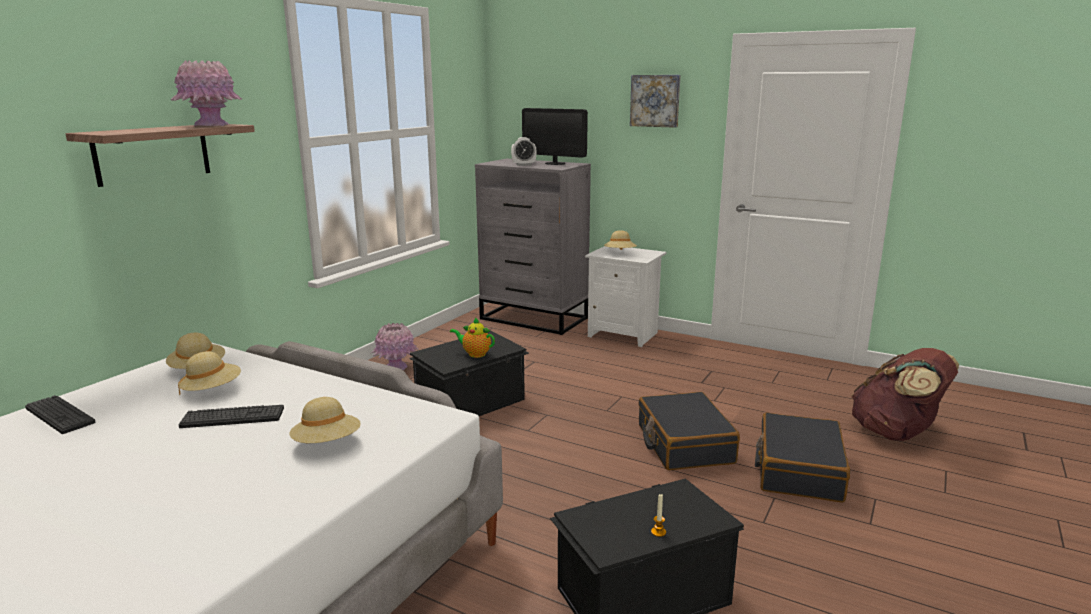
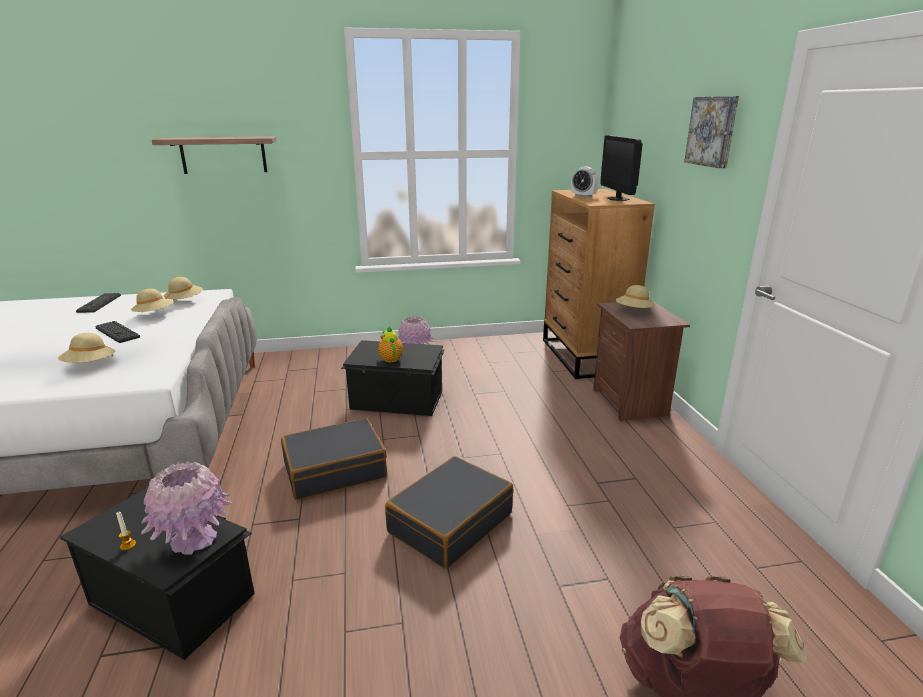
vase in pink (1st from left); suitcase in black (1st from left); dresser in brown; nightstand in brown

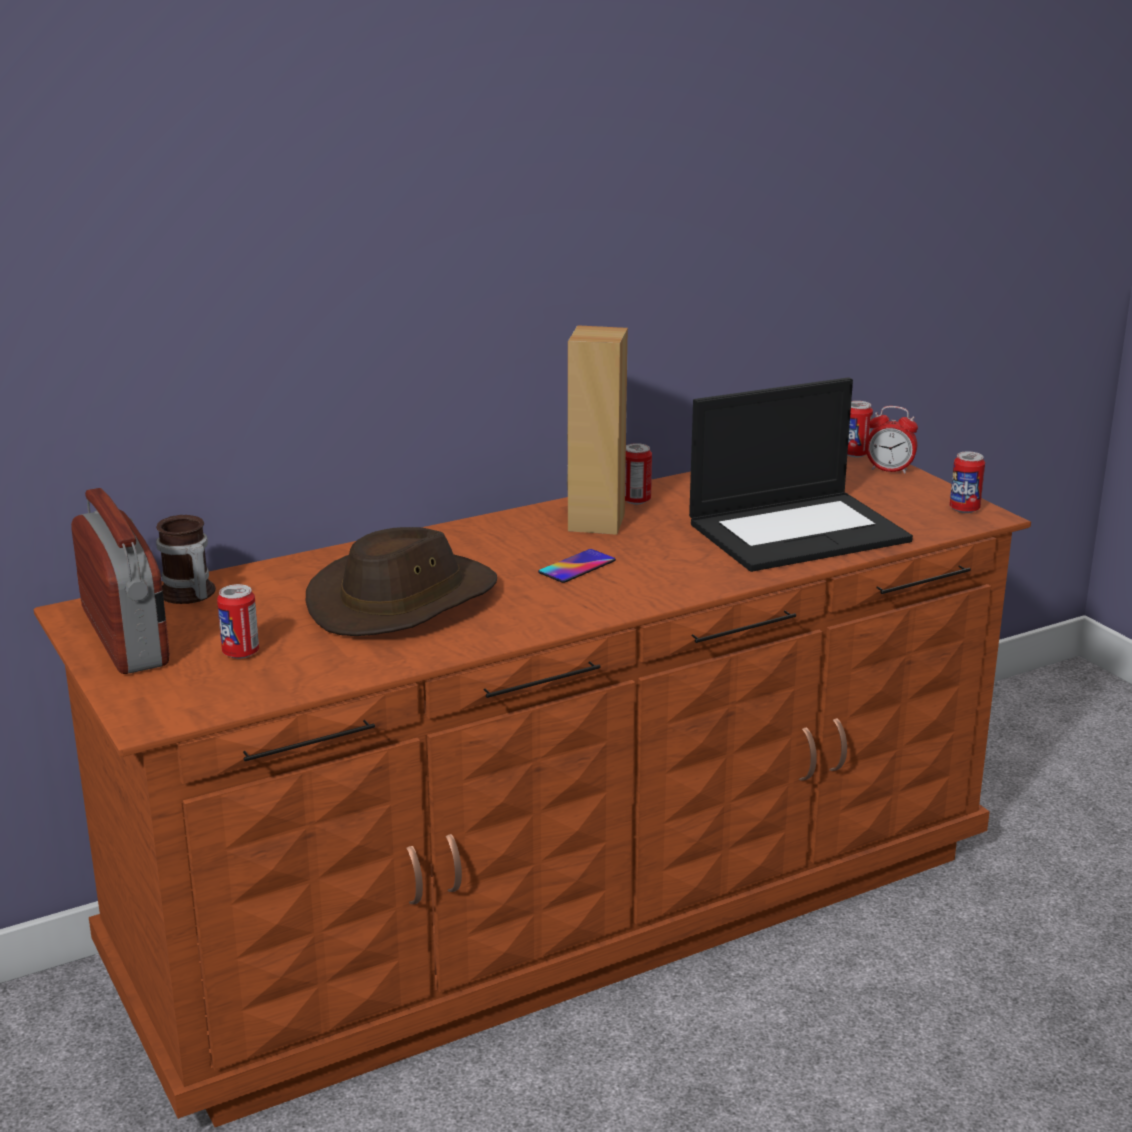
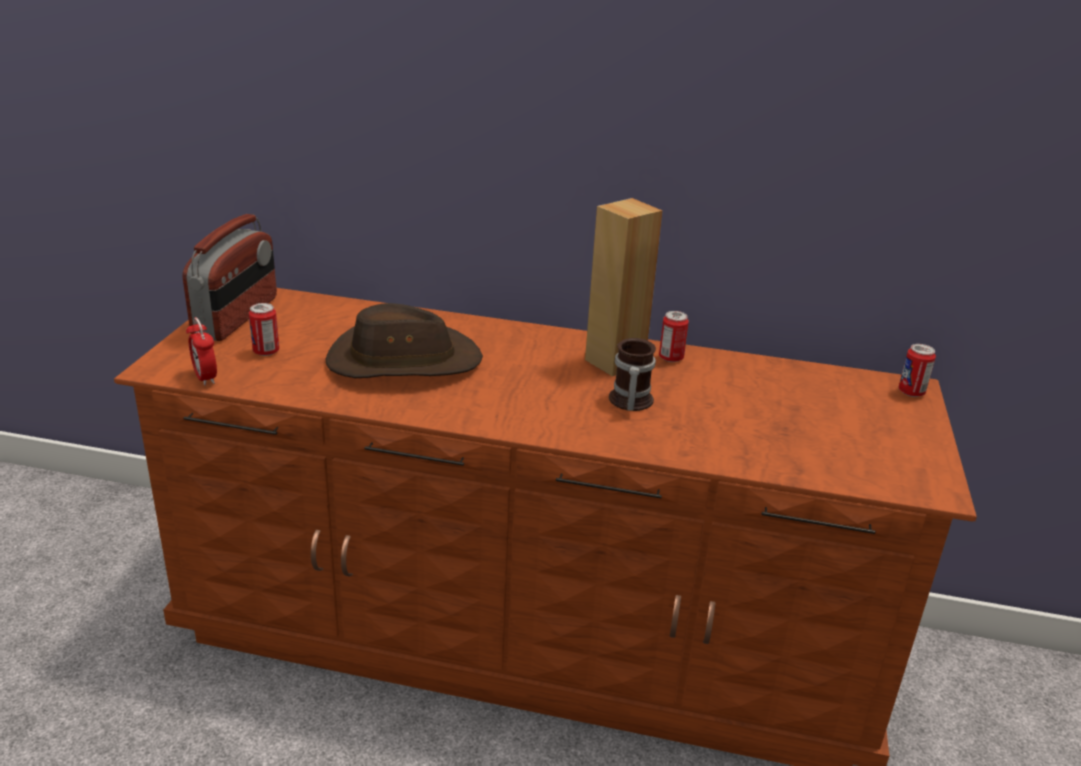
phone; laptop; can (4th from left in the first image); mug; alarm clock

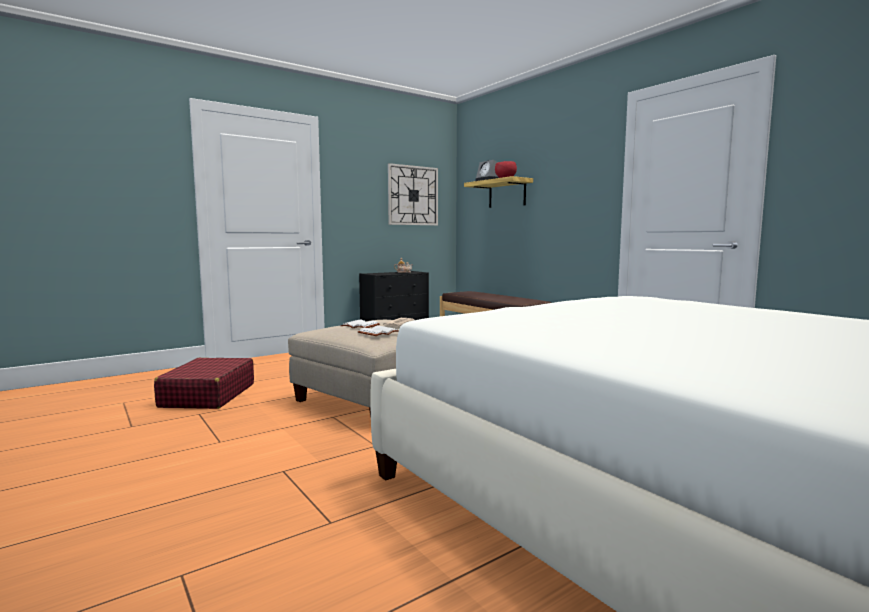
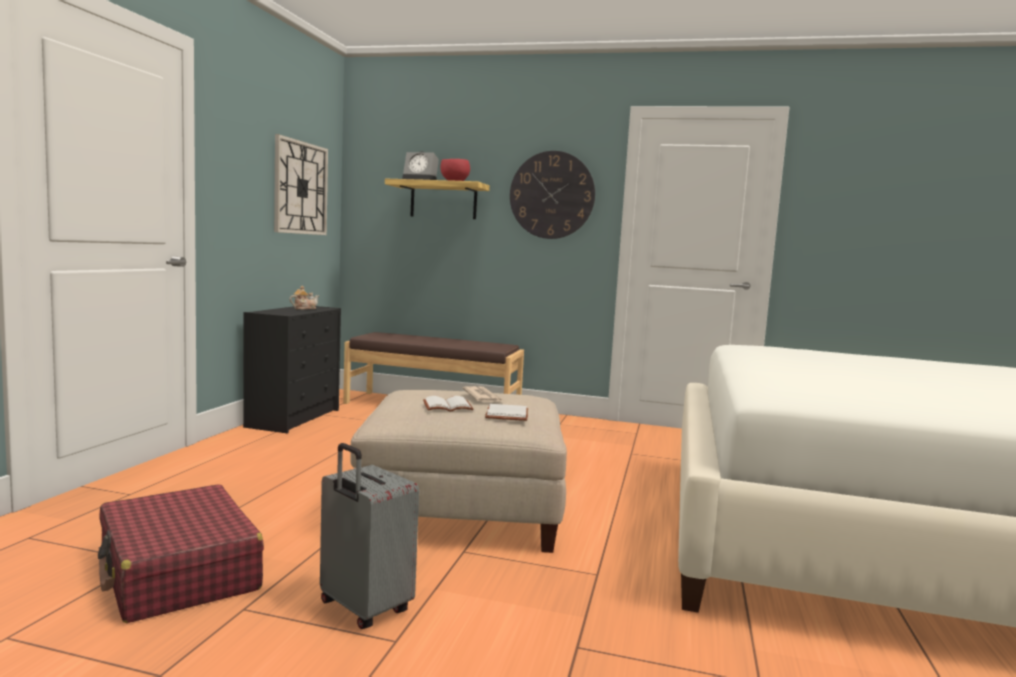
suitcase in grey; wall clock (2nd from left)

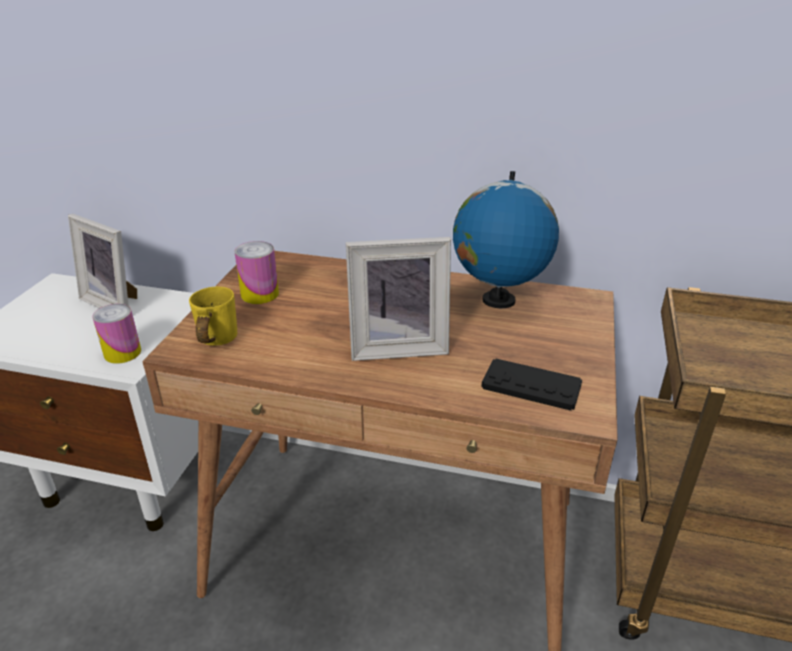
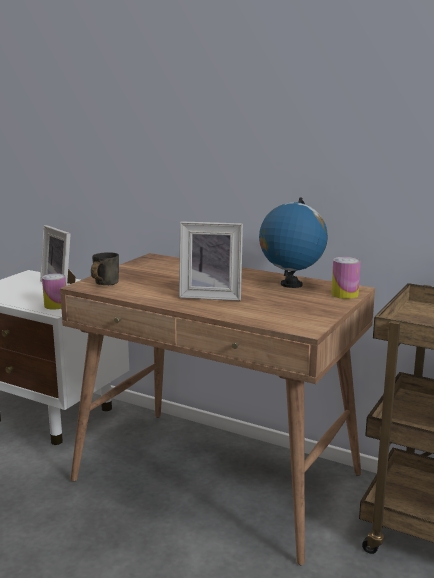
game controller in black; can (2nd from left); mug in grey

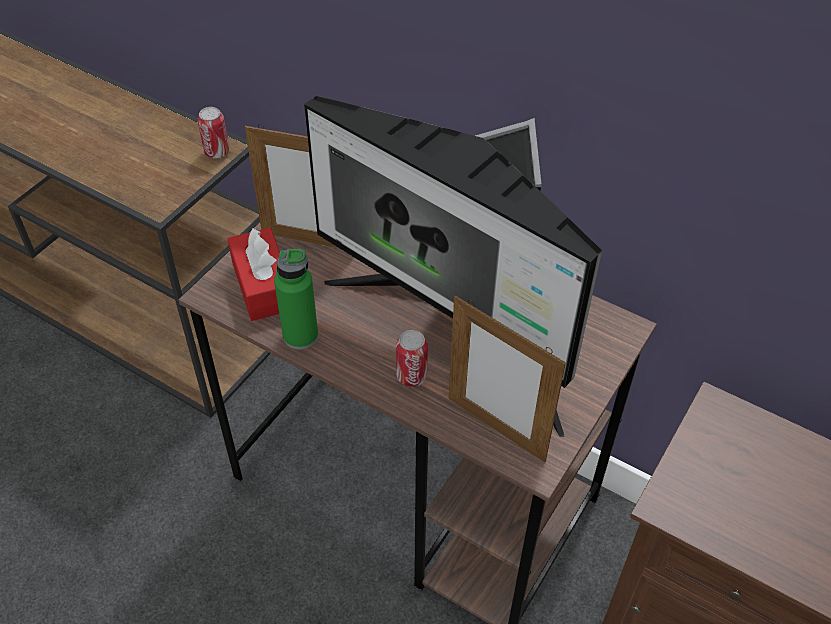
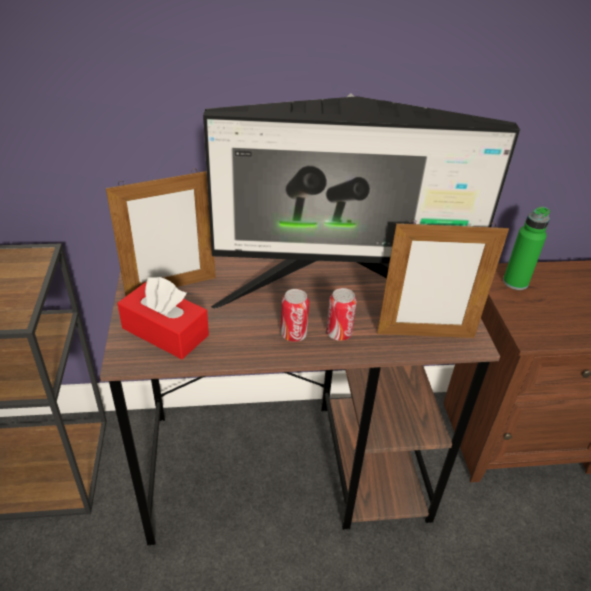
can (1st from left); bottle in green

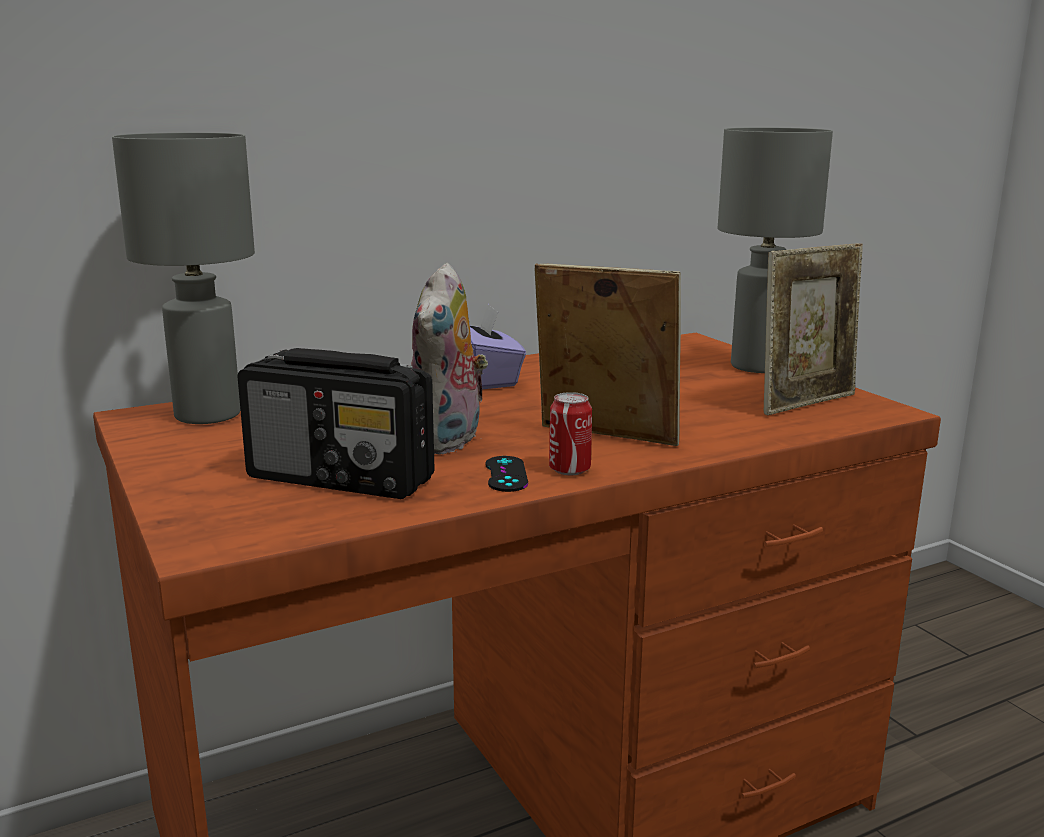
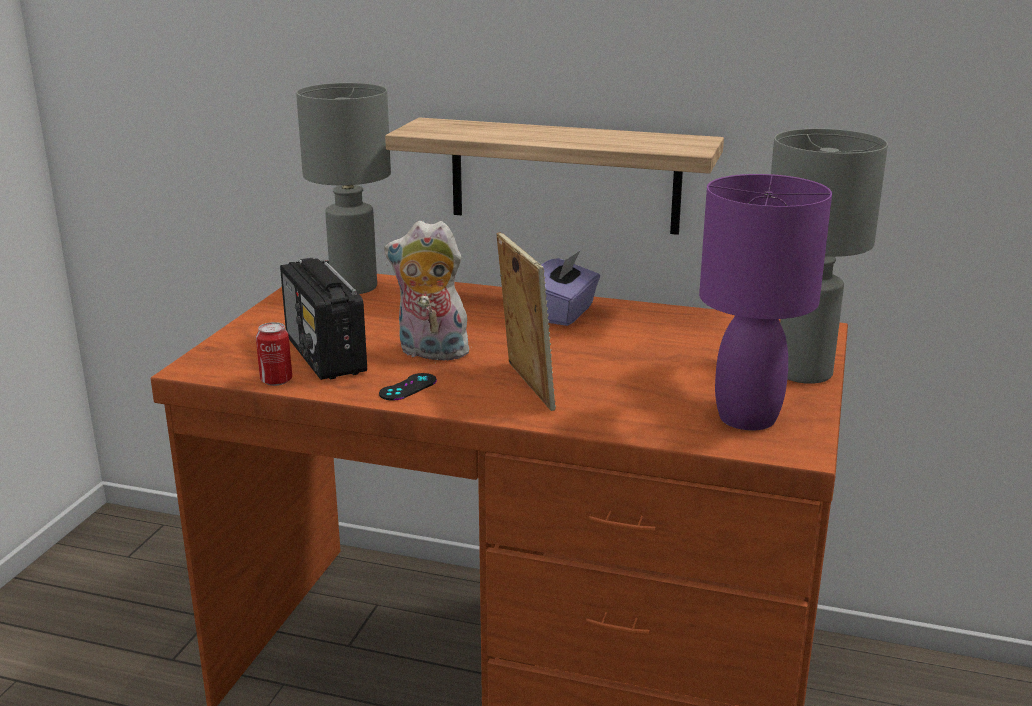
shelf; can; table lamp in purple; plush toy

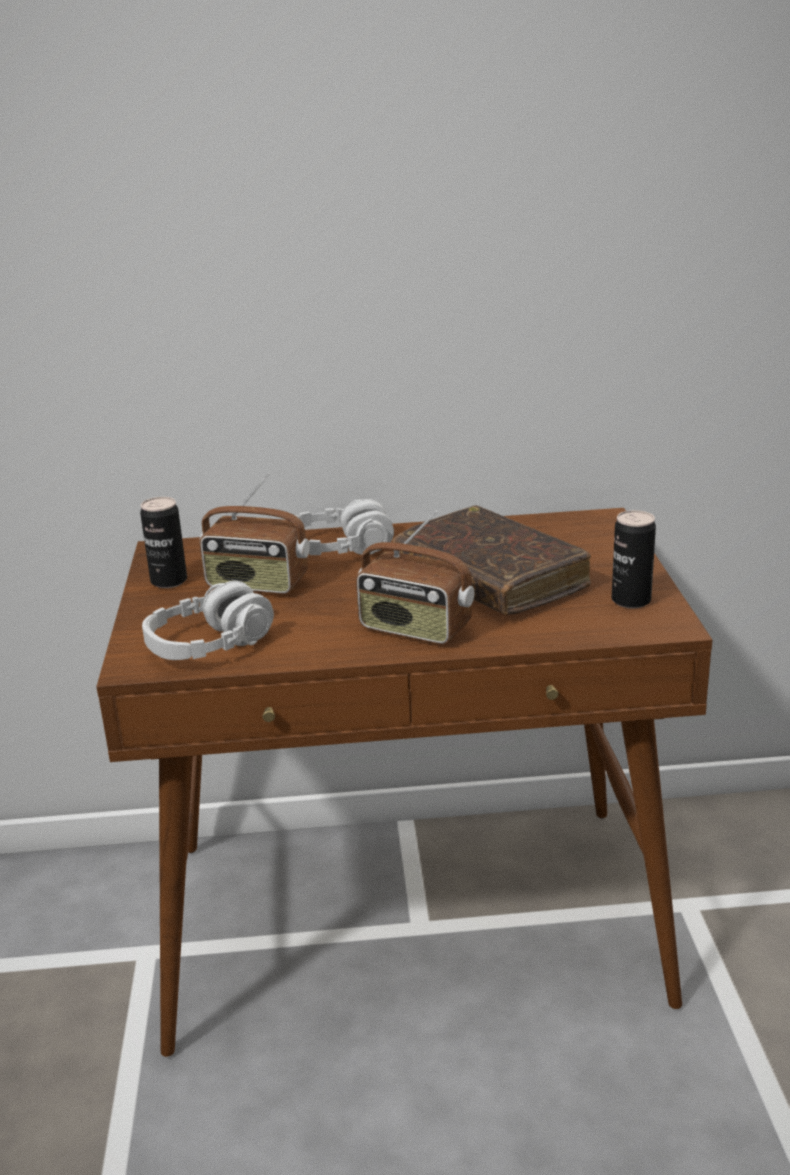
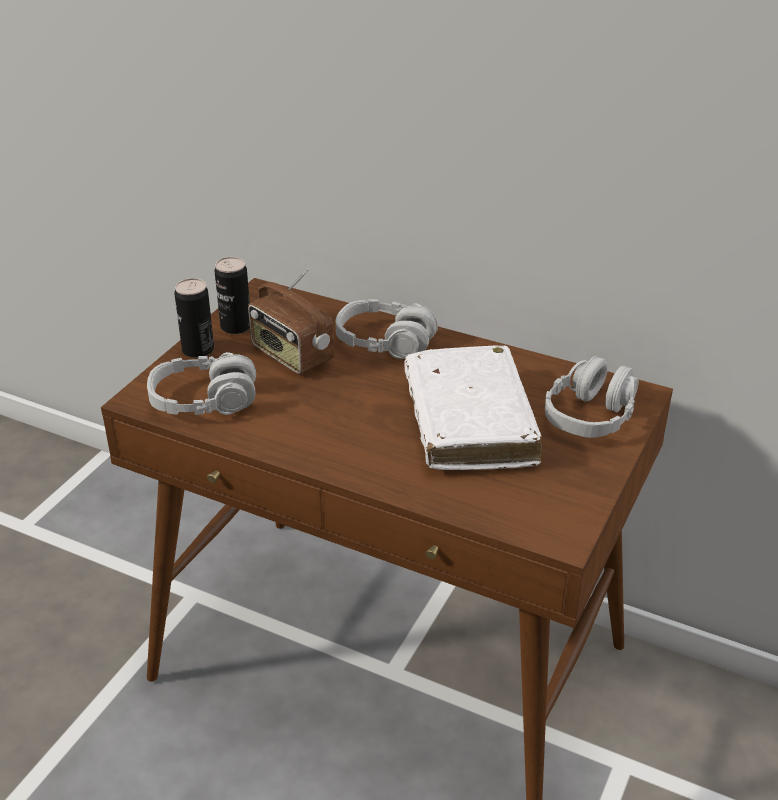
radio (2nd from left in the first image); headphones in grey (3rd from left); can (1st from left); book in white

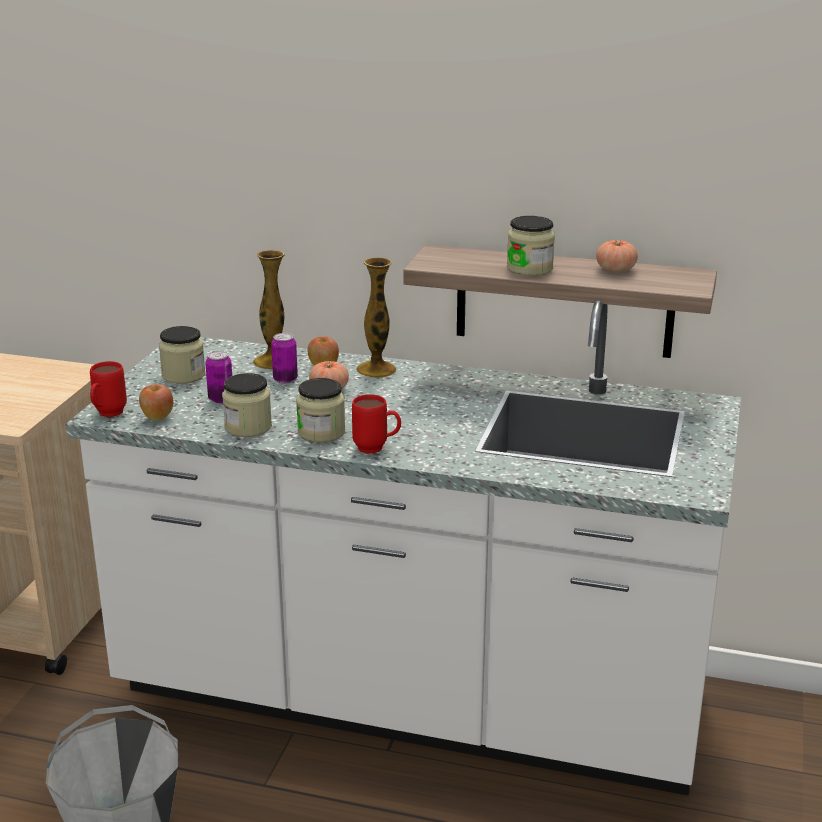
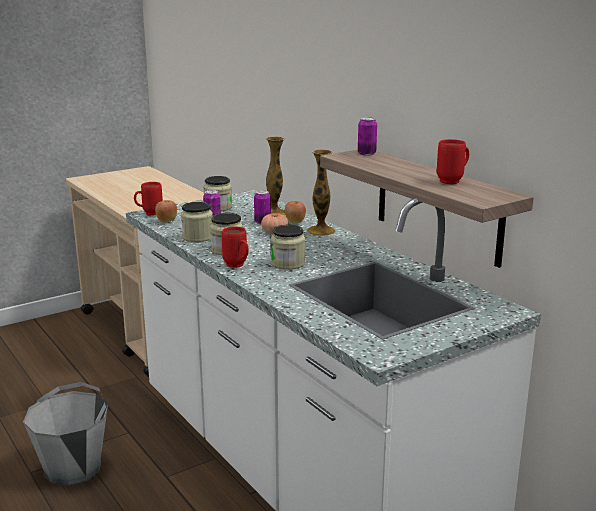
can (3rd from left); jar (4th from left); mug in red (3rd from left)

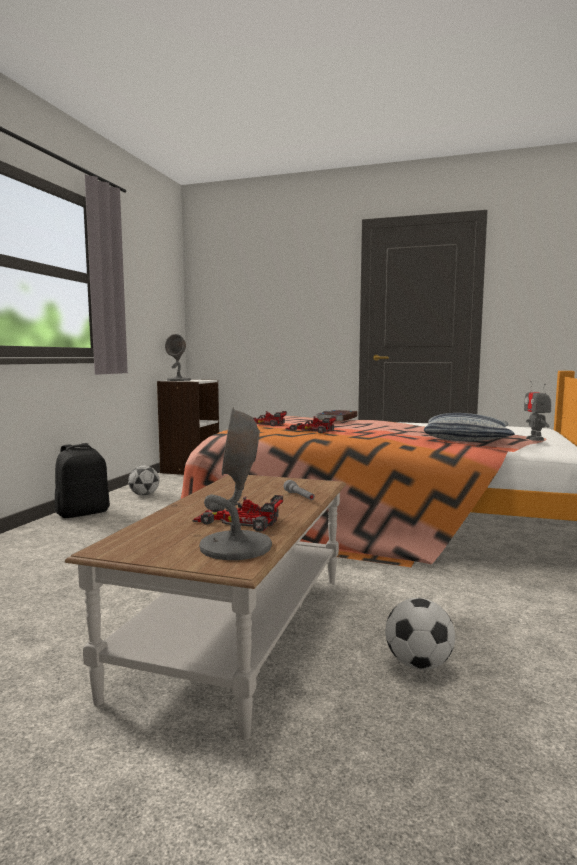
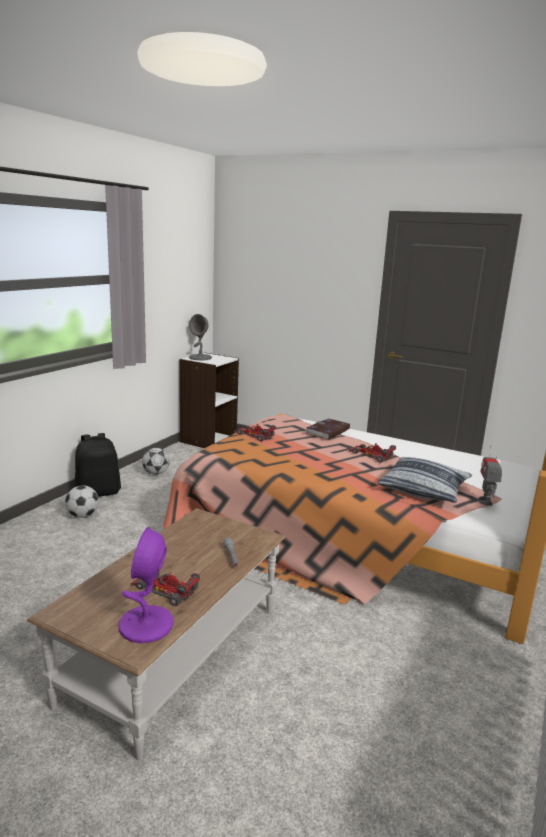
toy car (3rd from left); football (1st from left); table lamp in purple

